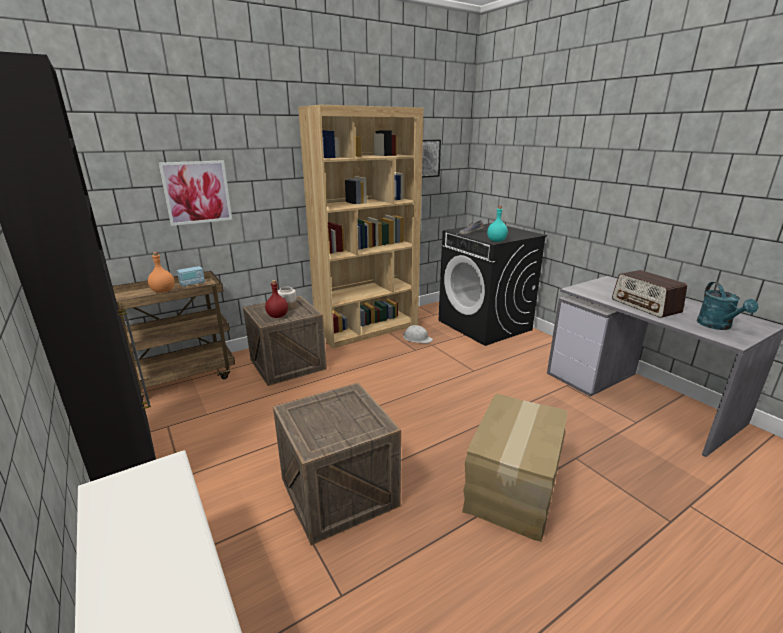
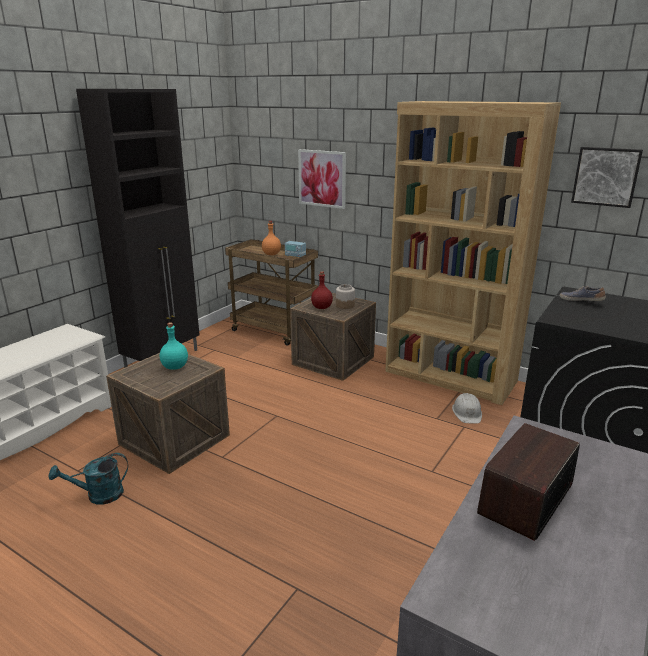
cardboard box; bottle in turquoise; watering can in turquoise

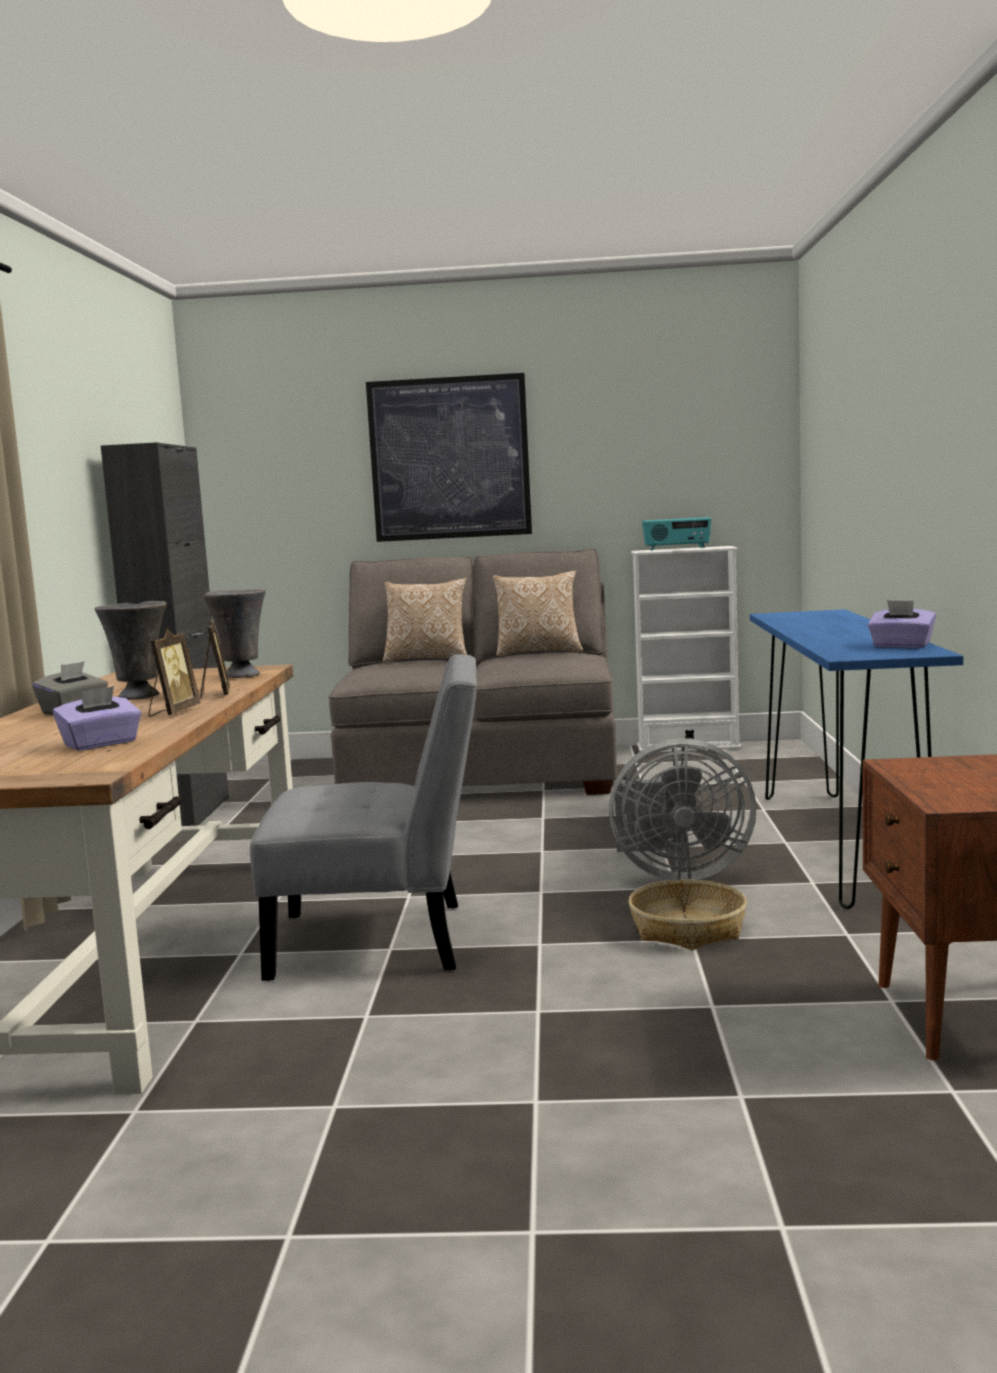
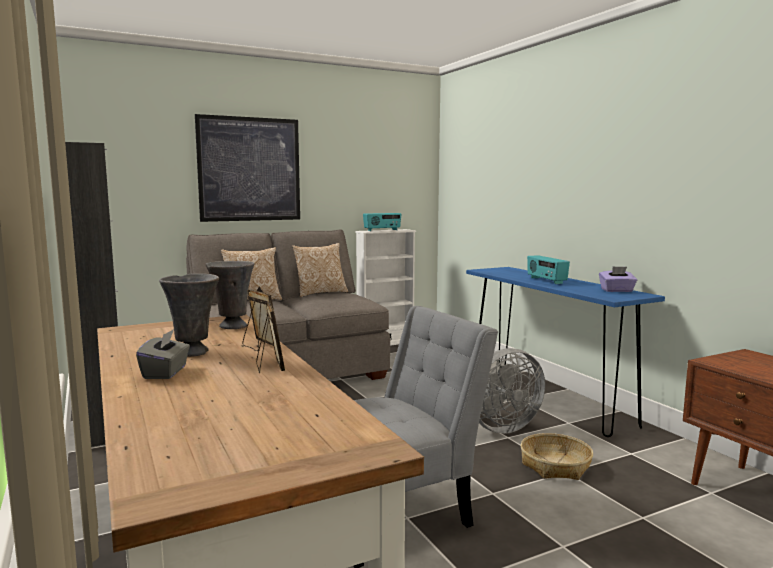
tissue box in purple (1st from left in the first image); radio (2nd from left)

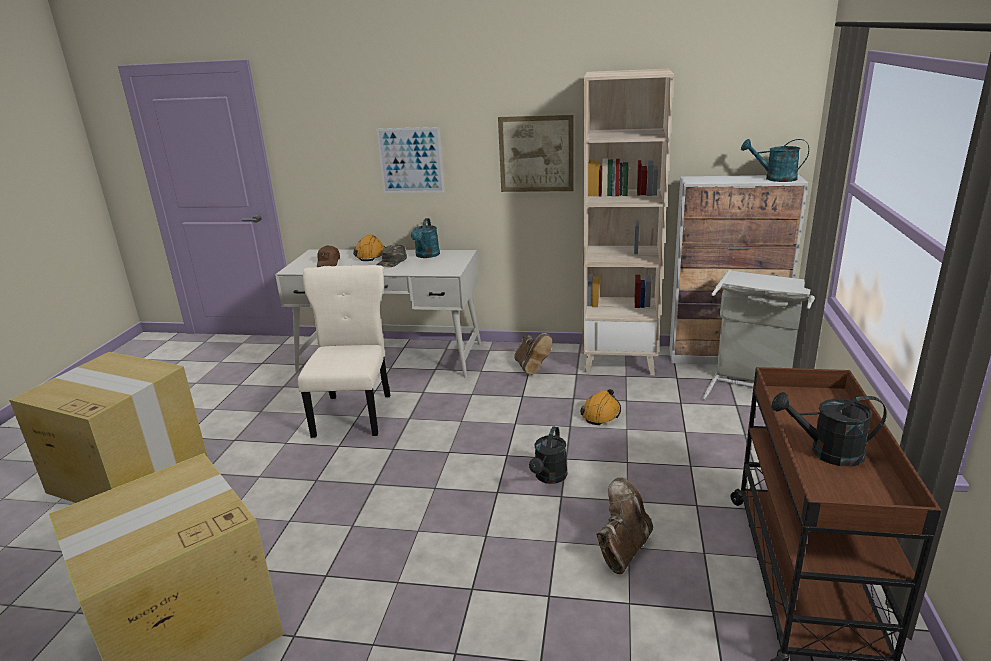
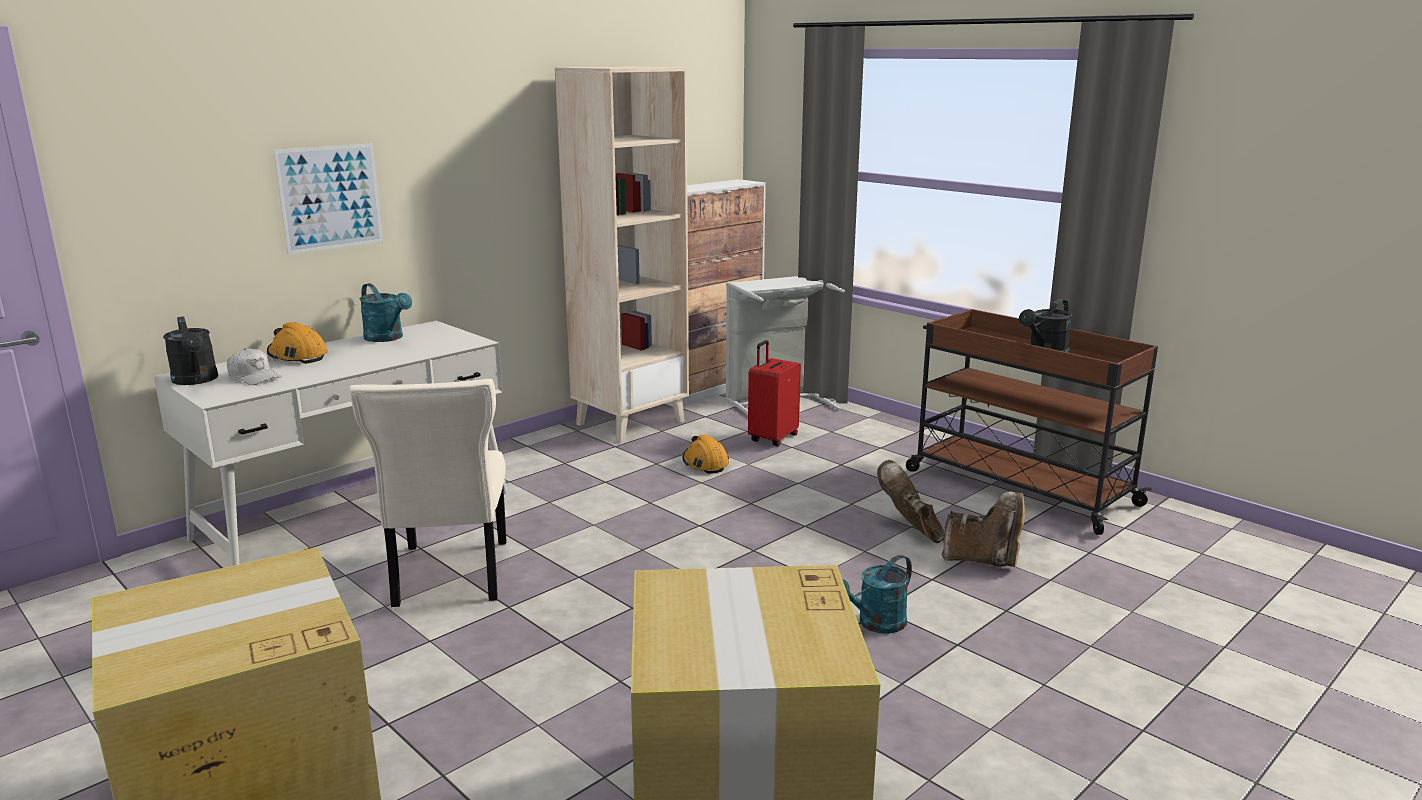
cap in green; picture (2nd from left in the first image); suitcase in red; boot in brown (2nd from left); watering can in black (1st from left); watering can in turquoise (2nd from left); cap in white; chair in beige

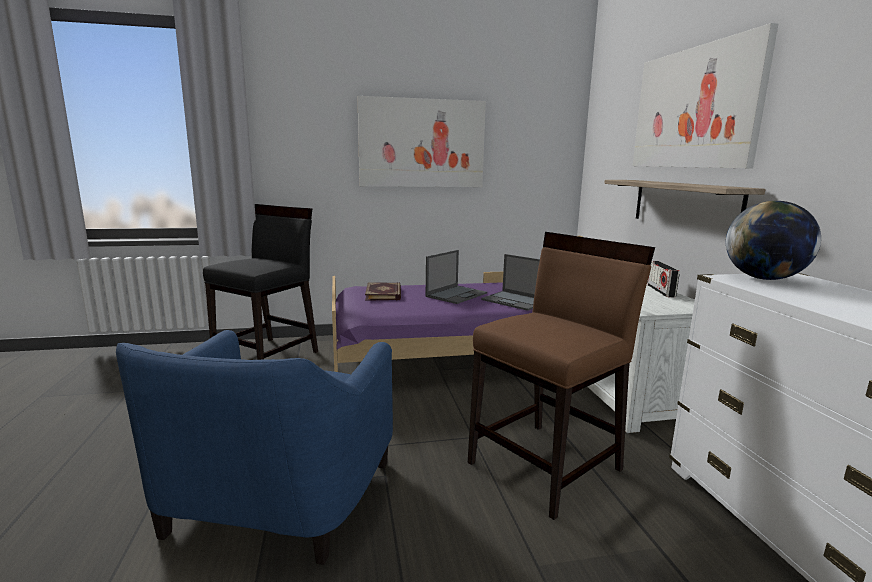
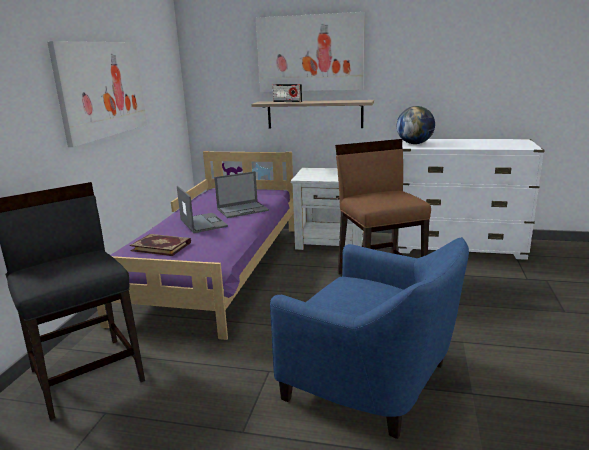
radio

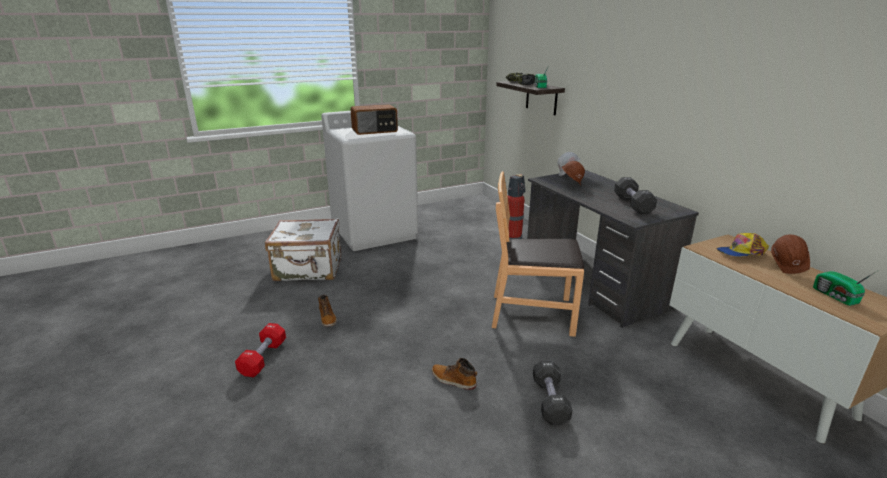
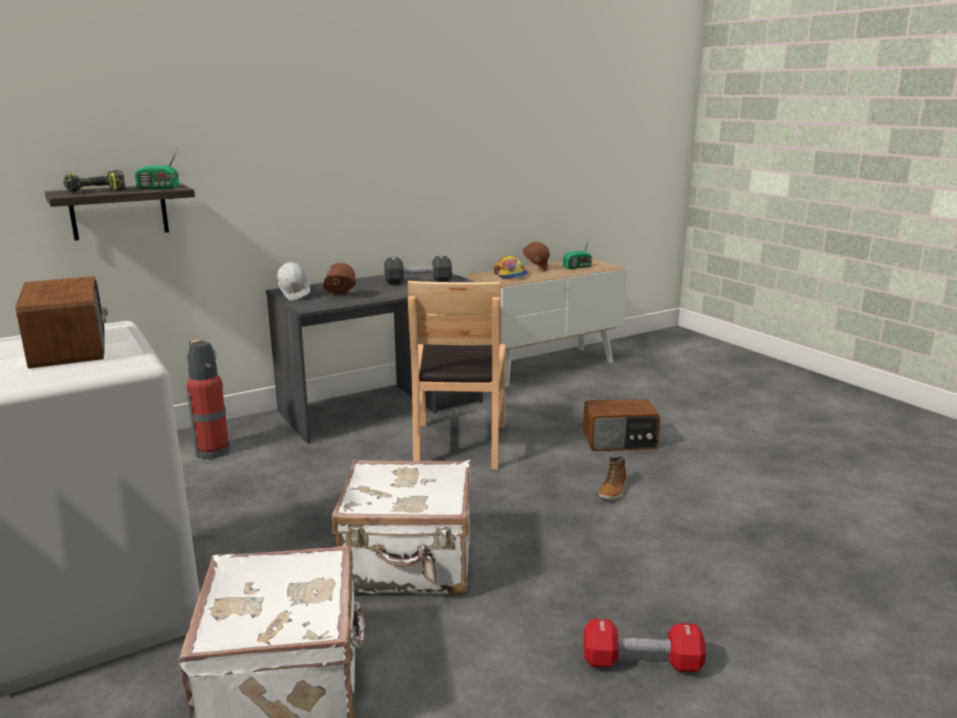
boot (1st from left in the first image); suitcase in white (2nd from left); radio (4th from left)

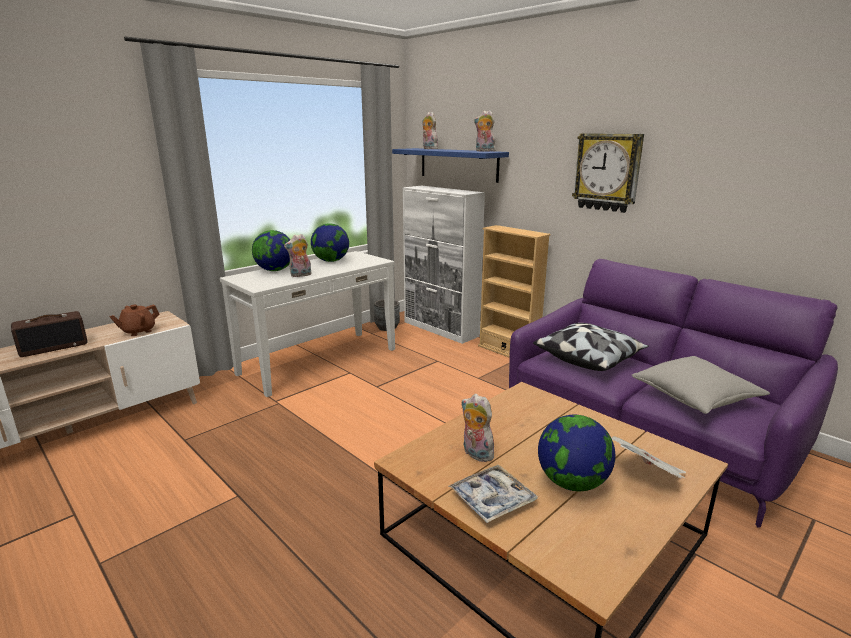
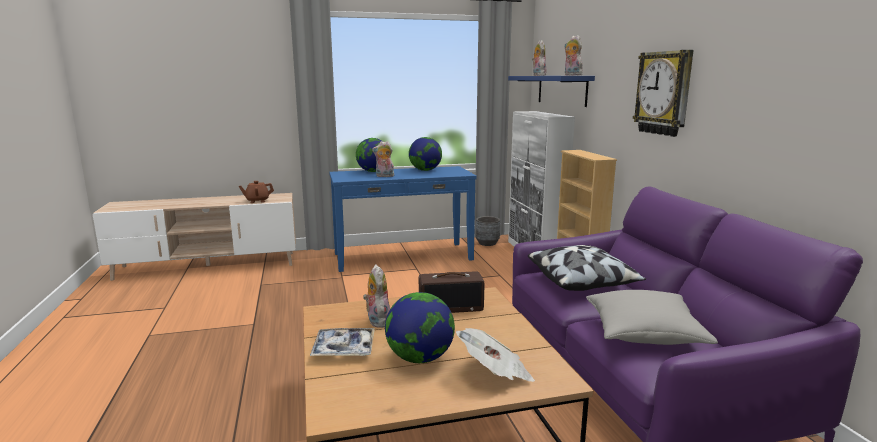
radio; console table in blue

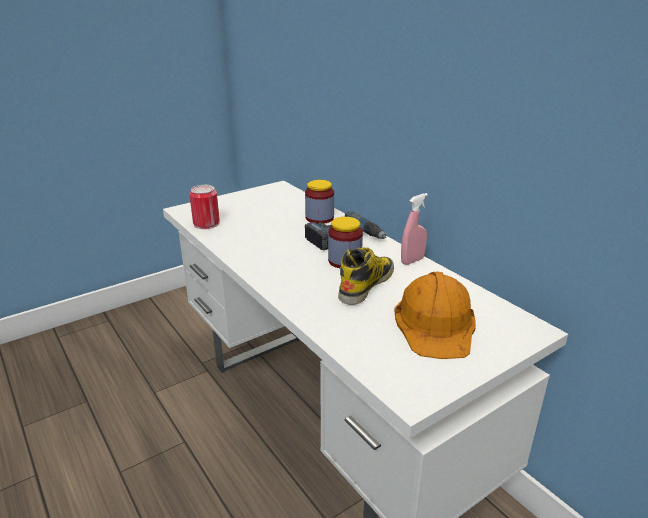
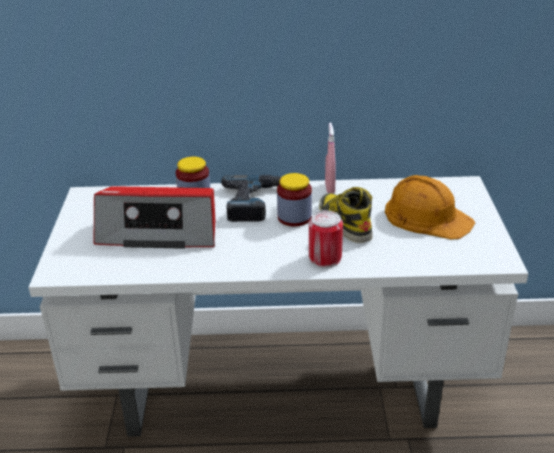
radio; can

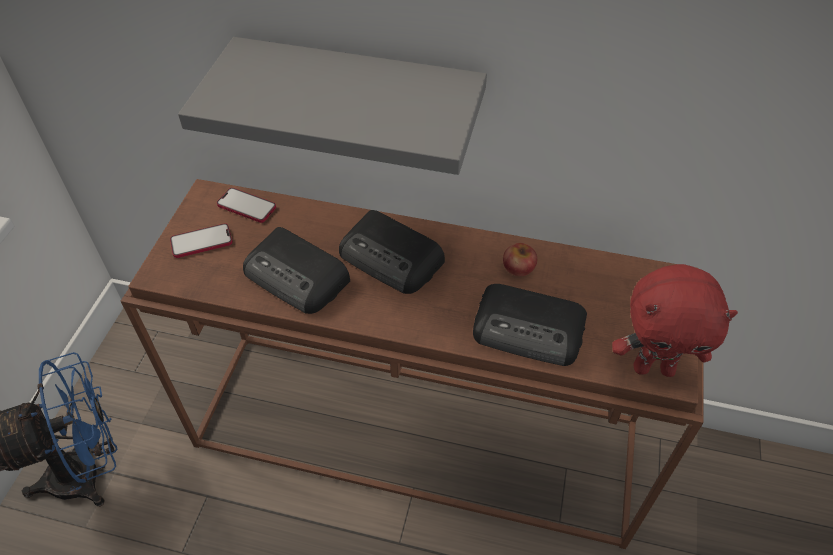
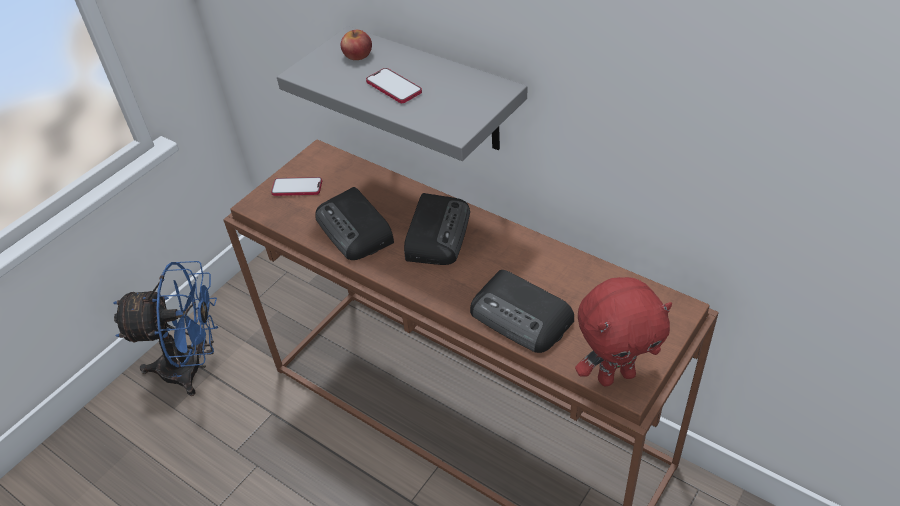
phone (2nd from left); apple; radio (2nd from left); plush toy in red

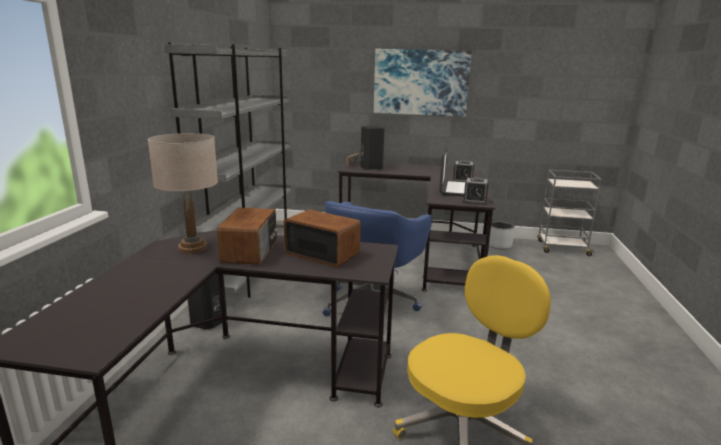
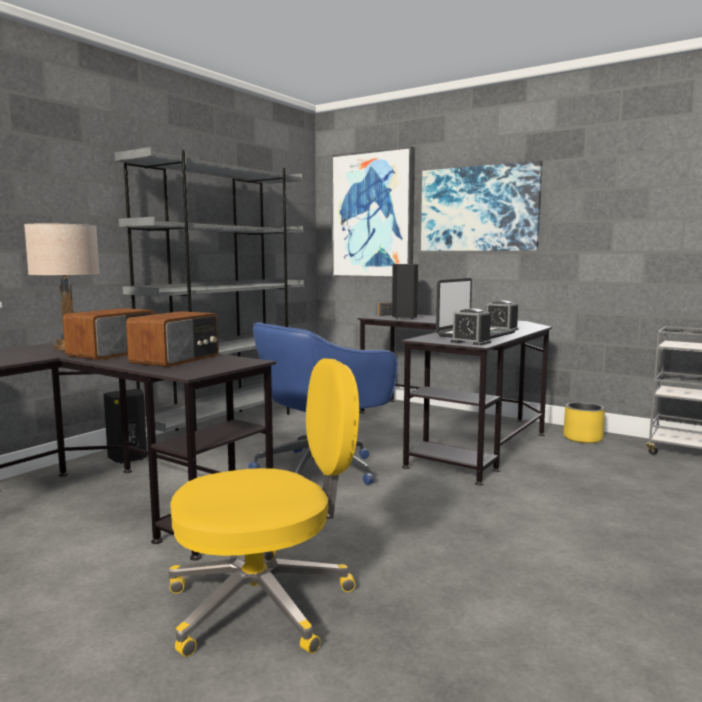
picture (1st from left); planter in yellow; radio (2nd from left)

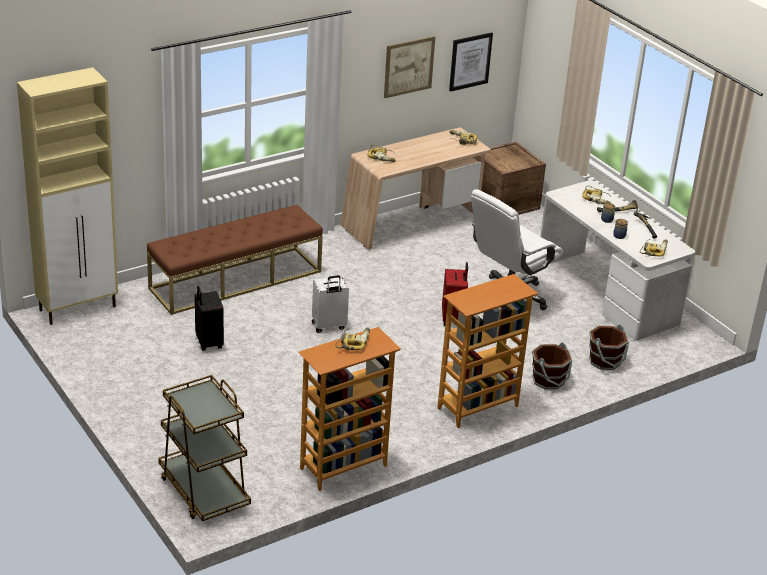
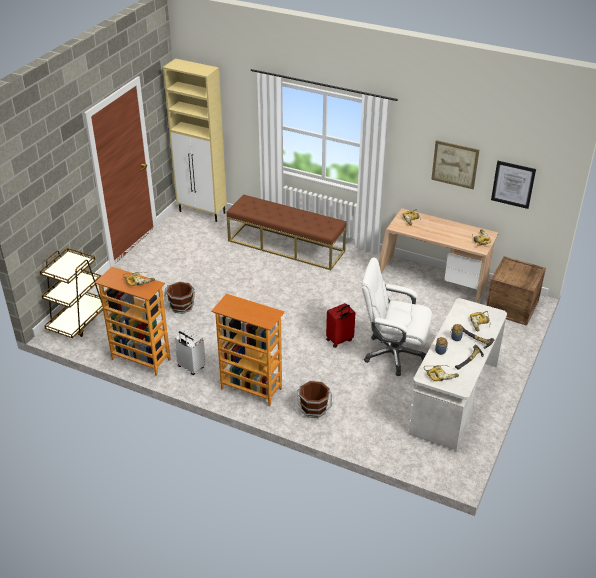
suitcase in black; suitcase in white; bucket in brown (1st from left)

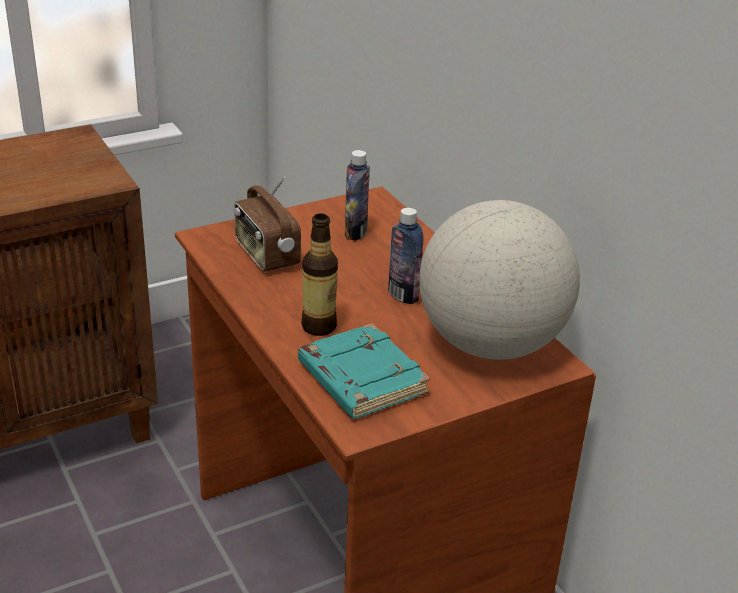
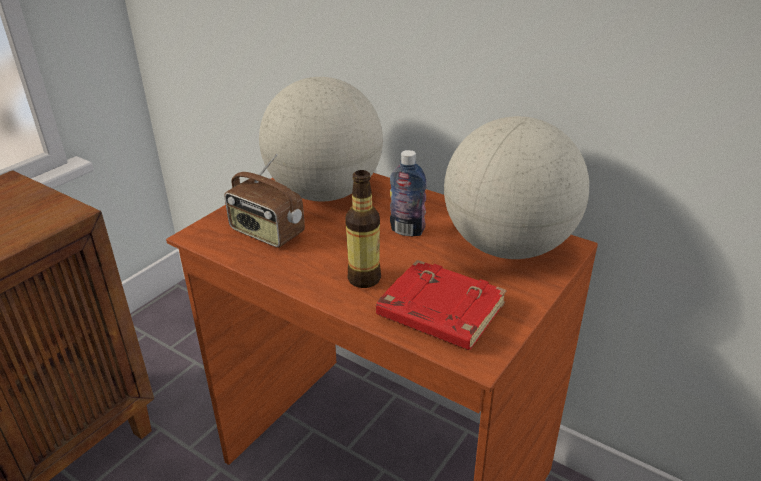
globe (1st from left); book in red

